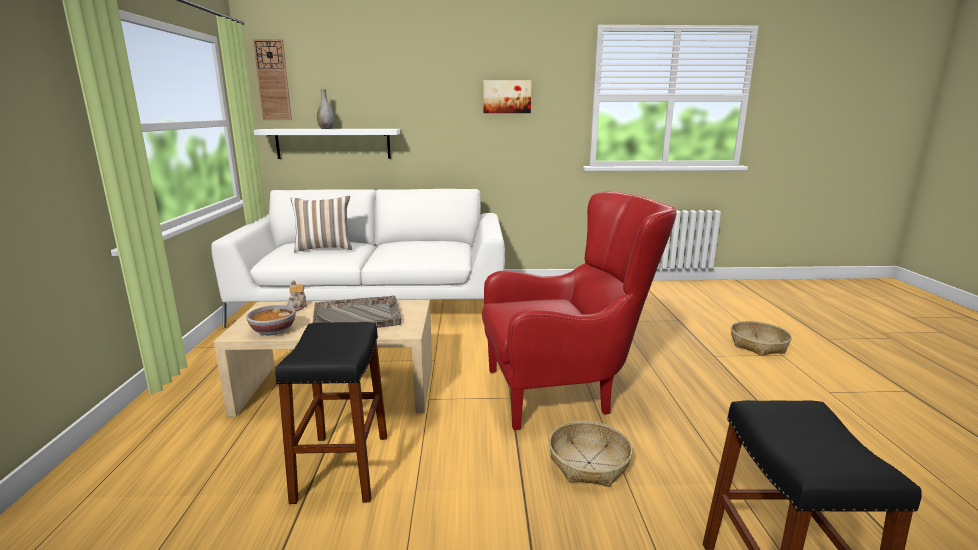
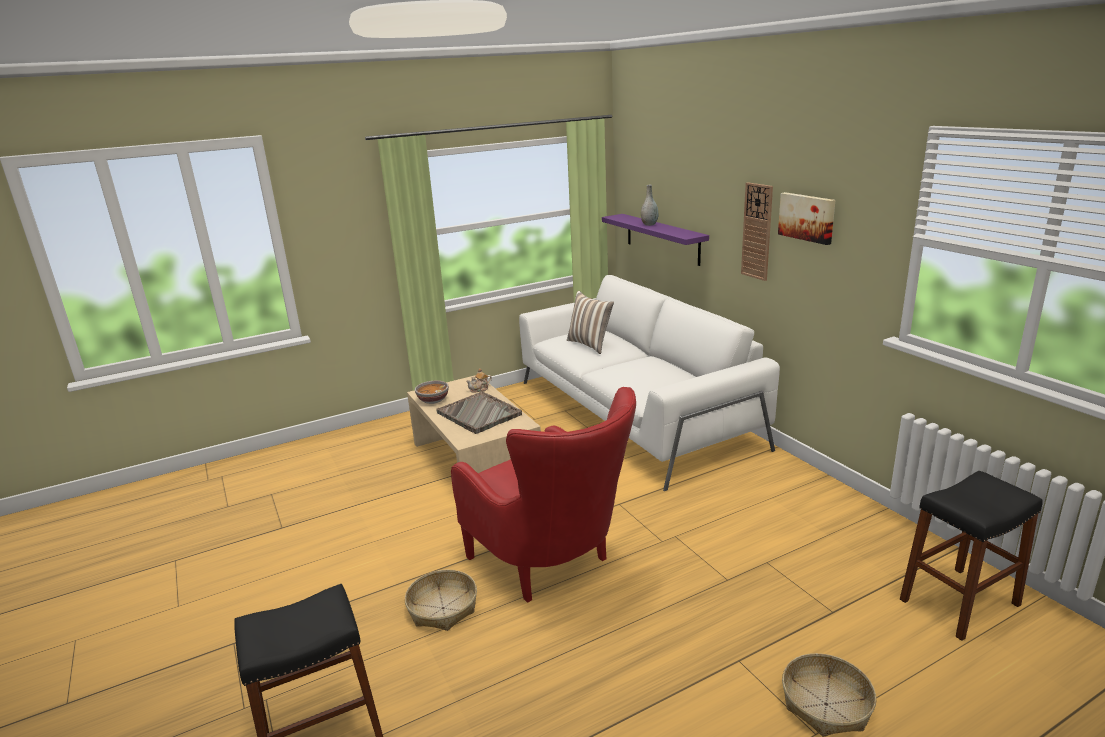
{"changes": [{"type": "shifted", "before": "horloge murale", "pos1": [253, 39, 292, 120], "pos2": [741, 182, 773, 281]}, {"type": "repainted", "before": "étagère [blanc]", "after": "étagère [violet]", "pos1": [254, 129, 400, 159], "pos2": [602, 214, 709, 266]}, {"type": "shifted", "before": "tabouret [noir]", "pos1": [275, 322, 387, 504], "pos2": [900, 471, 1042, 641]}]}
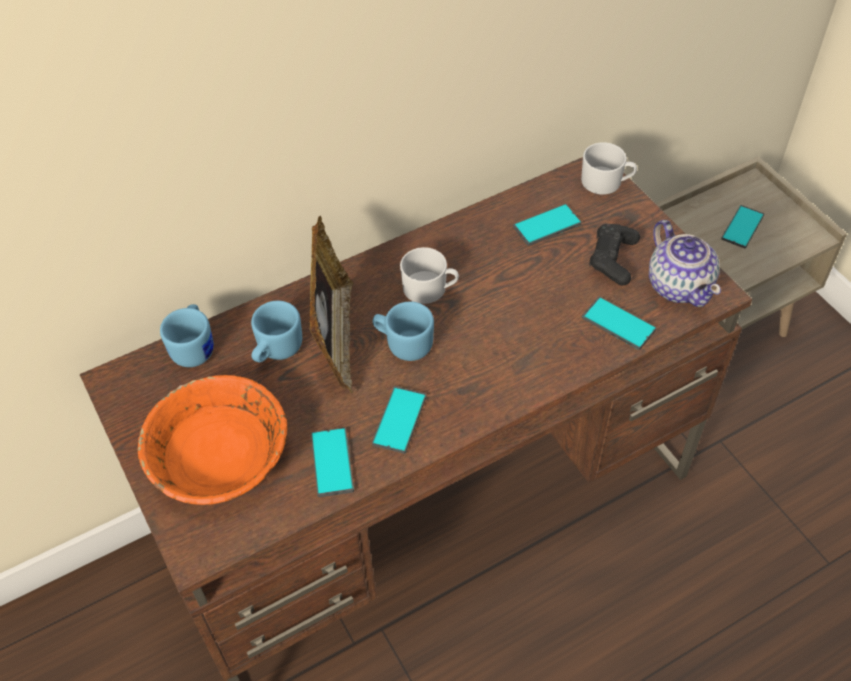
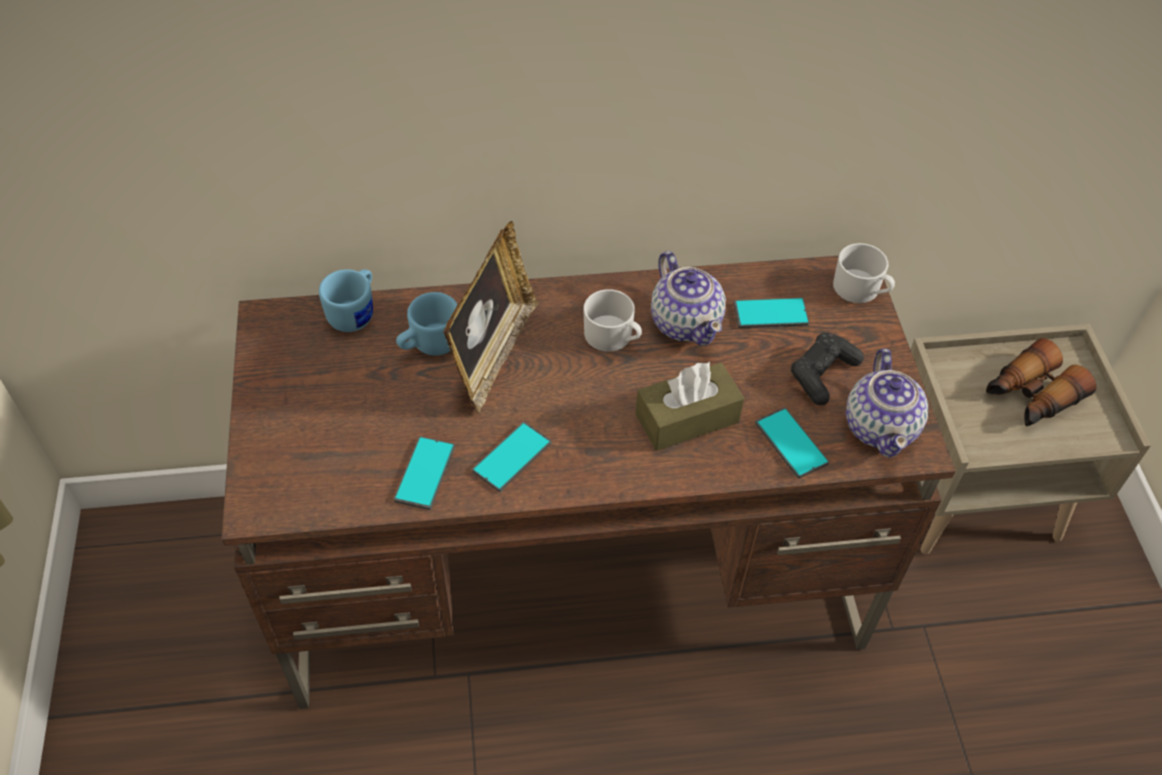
{"changes": [{"type": "swapped", "before": "téléphone", "after": "jumelles", "pos1": [721, 205, 764, 248], "pos2": [986, 338, 1096, 426]}, {"type": "gone", "before": "mug [bleu]", "pos1": [373, 302, 434, 361]}, {"type": "gone", "before": "bol [orange]", "pos1": [137, 375, 287, 505]}, {"type": "new", "after": "théière", "pos2": [651, 251, 726, 346]}, {"type": "new", "after": "boîte à mouchoirs [marron]", "pos2": [635, 361, 744, 451]}]}
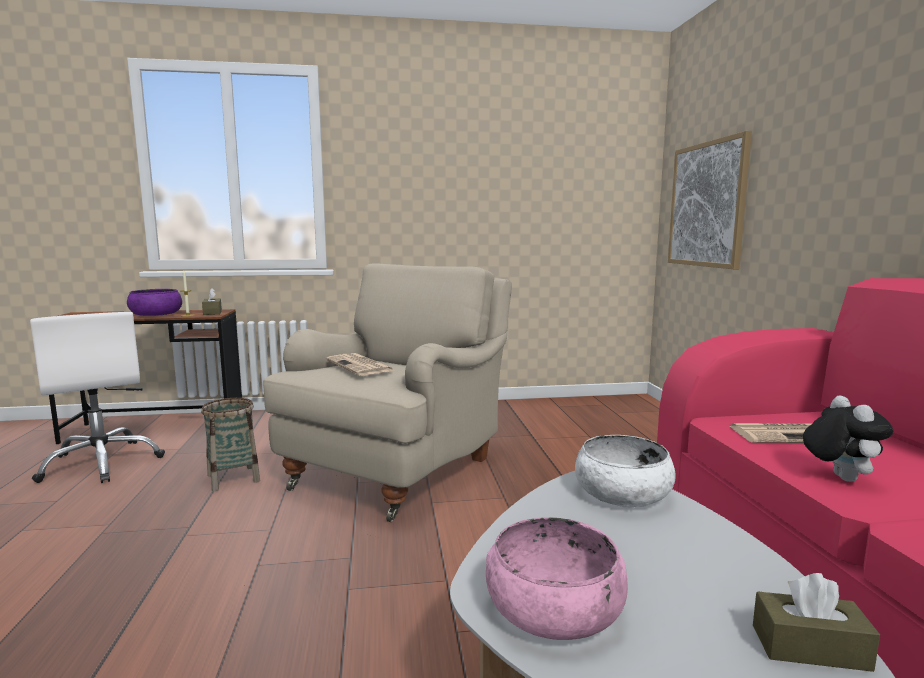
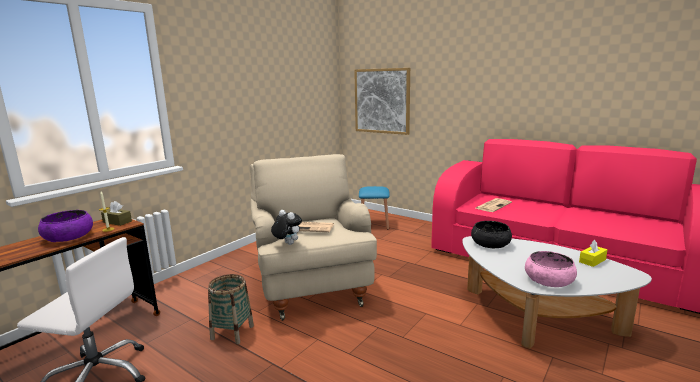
{"changes": [{"type": "shifted", "before": "peluche", "pos1": [803, 395, 893, 482], "pos2": [271, 210, 302, 245]}, {"type": "repainted", "before": "bol [blanc]", "after": "bol [noir]", "pos1": [575, 435, 676, 508], "pos2": [471, 221, 512, 248]}, {"type": "repainted", "before": "boîte à mouchoirs [marron]", "after": "boîte à mouchoirs [jaune]", "pos1": [753, 573, 880, 672], "pos2": [579, 240, 607, 267]}, {"type": "new", "after": "tabouret [bleu]", "pos2": [359, 186, 390, 229]}]}
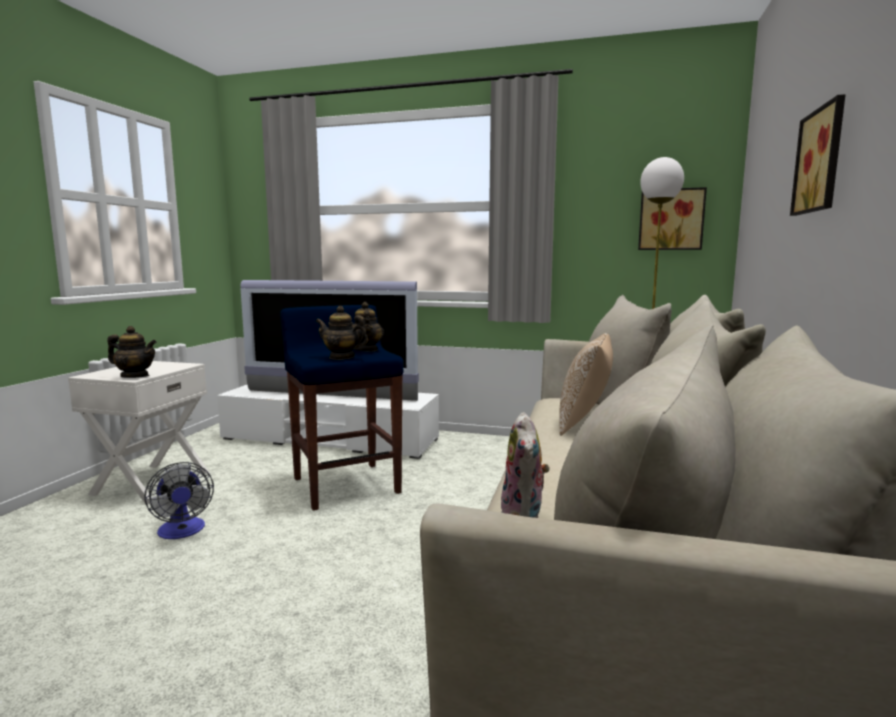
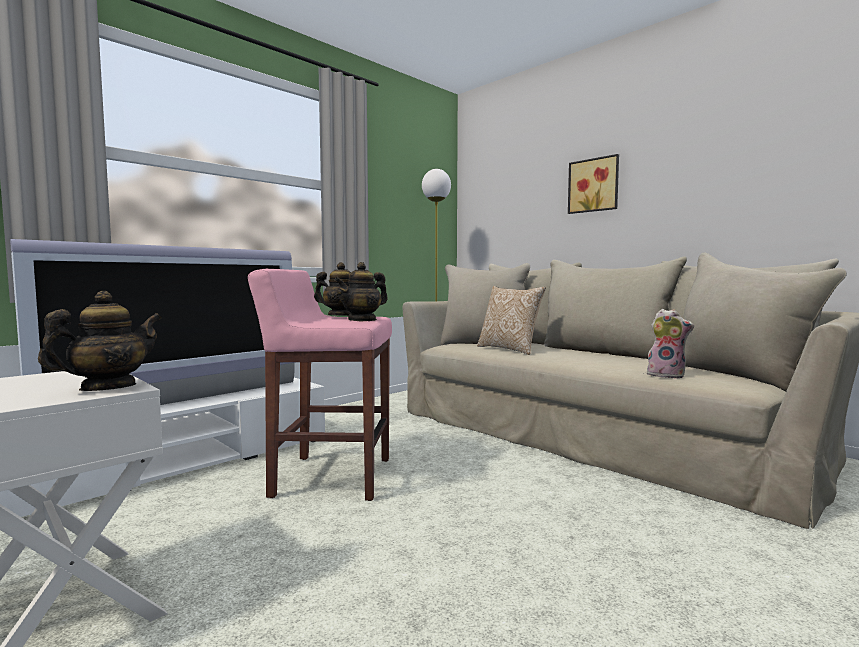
{"changes": [{"type": "gone", "before": "tableau", "pos1": [638, 187, 707, 250]}, {"type": "repainted", "before": "tabouret [bleu]", "after": "tabouret [rose]", "pos1": [280, 305, 404, 511], "pos2": [248, 269, 392, 501]}, {"type": "gone", "before": "ventilateur", "pos1": [145, 462, 214, 539]}]}
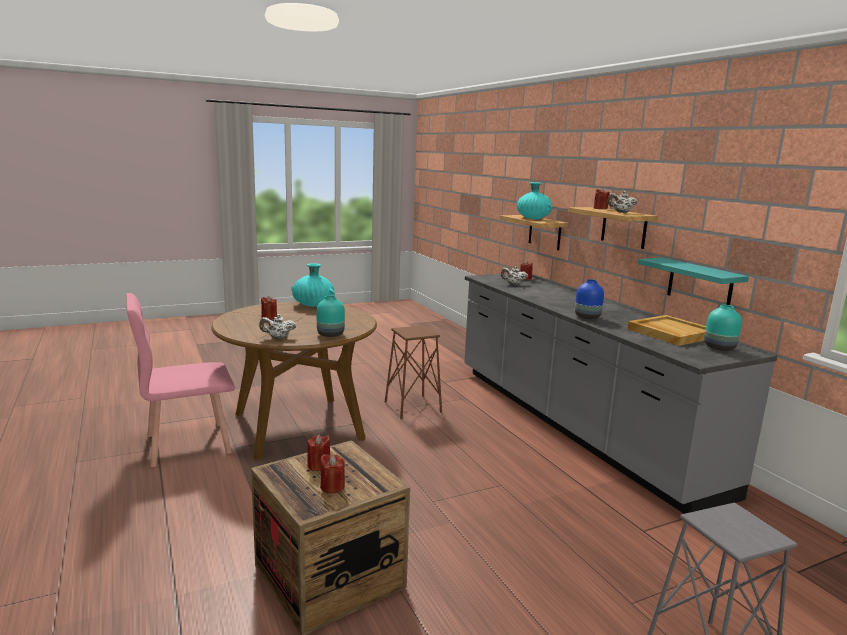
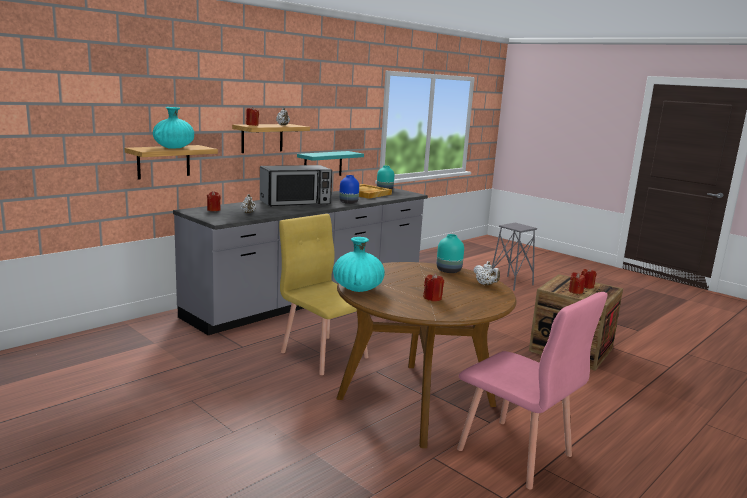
{"changes": [{"type": "swapped", "before": "tabouret [marron]", "after": "chaise [jaune]", "pos1": [385, 325, 442, 419], "pos2": [279, 214, 369, 375]}, {"type": "new", "after": "micro-ondes", "pos2": [260, 165, 332, 207]}]}
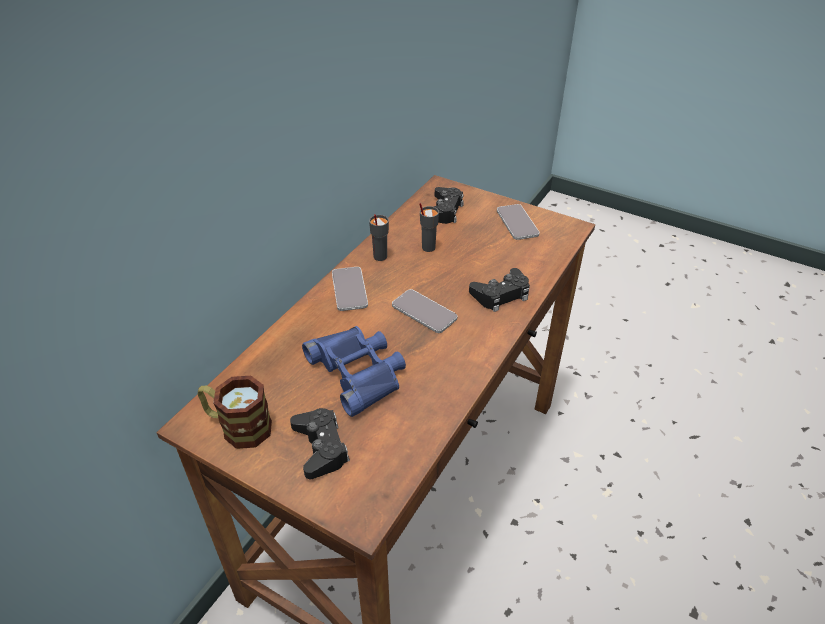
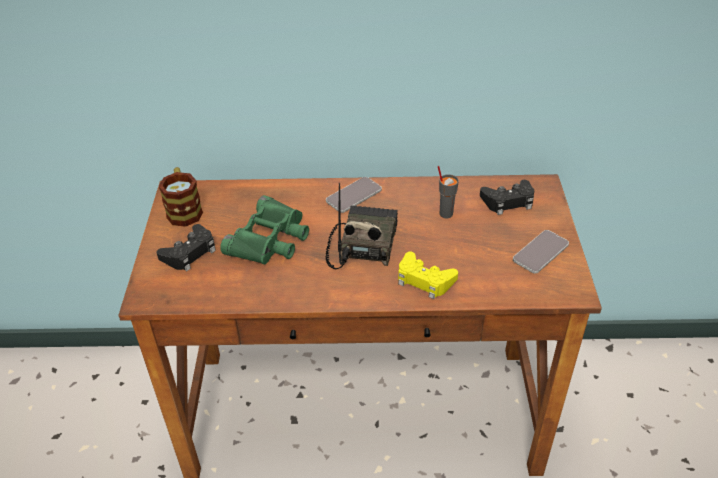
{"changes": [{"type": "gone", "before": "tasse [gris]", "pos1": [369, 214, 389, 261]}, {"type": "repainted", "before": "manette [noir]", "after": "manette [jaune]", "pos1": [469, 268, 530, 312], "pos2": [398, 252, 458, 299]}, {"type": "swapped", "before": "téléphone", "after": "radio", "pos1": [392, 289, 457, 333], "pos2": [326, 183, 398, 269]}, {"type": "repainted", "before": "jumelles [bleu]", "after": "jumelles [vert]", "pos1": [302, 326, 406, 417], "pos2": [220, 195, 309, 264]}]}
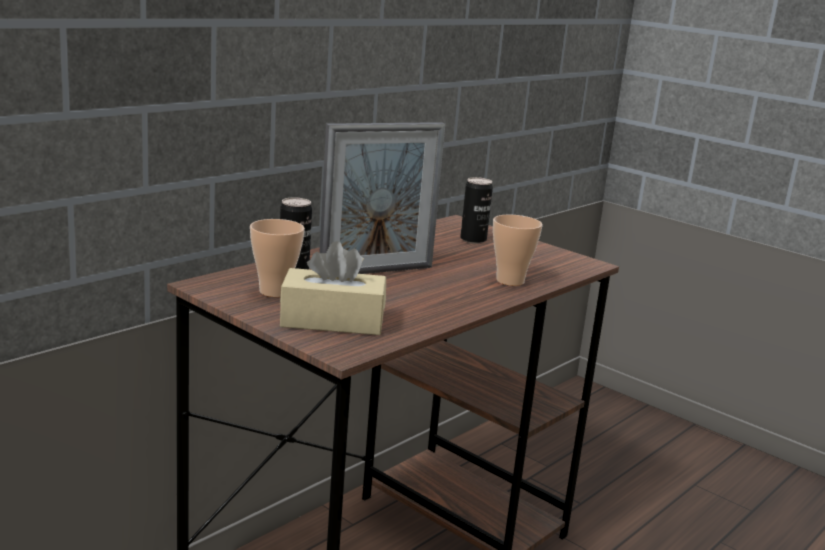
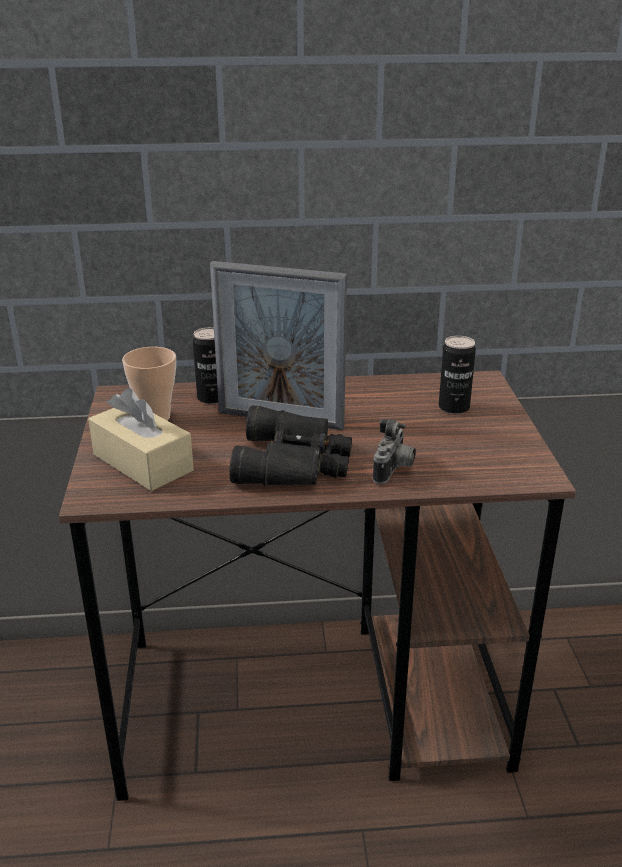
{"changes": [{"type": "swapped", "before": "tasse", "after": "appareil photo", "pos1": [493, 215, 543, 286], "pos2": [373, 419, 416, 484]}, {"type": "new", "after": "jumelles [noir]", "pos2": [229, 405, 352, 485]}]}
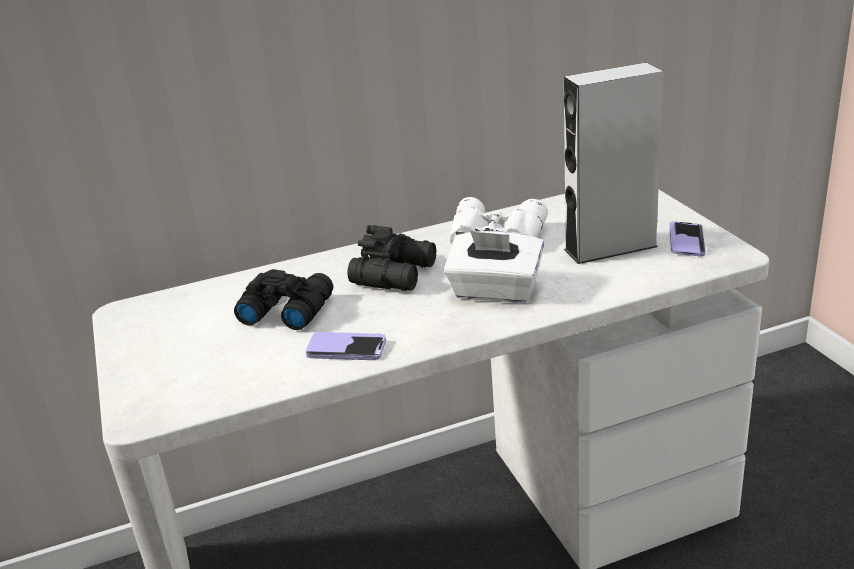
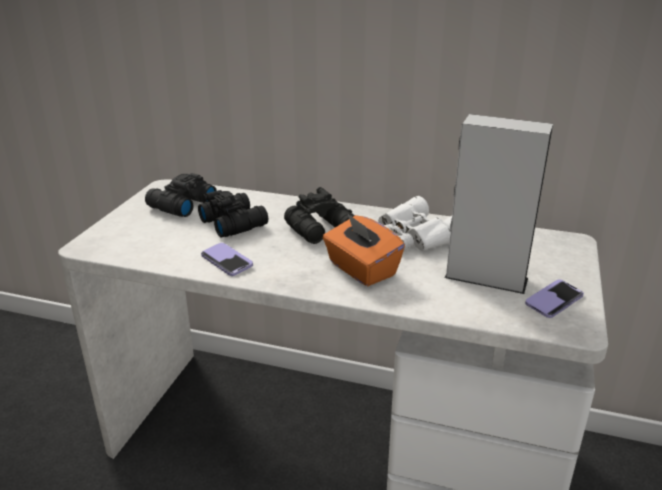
{"changes": [{"type": "repainted", "before": "boîte à mouchoirs [blanc]", "after": "boîte à mouchoirs [orange]", "pos1": [444, 231, 544, 303], "pos2": [323, 213, 405, 286]}, {"type": "new", "after": "jumelles [noir]", "pos2": [145, 173, 217, 217]}]}
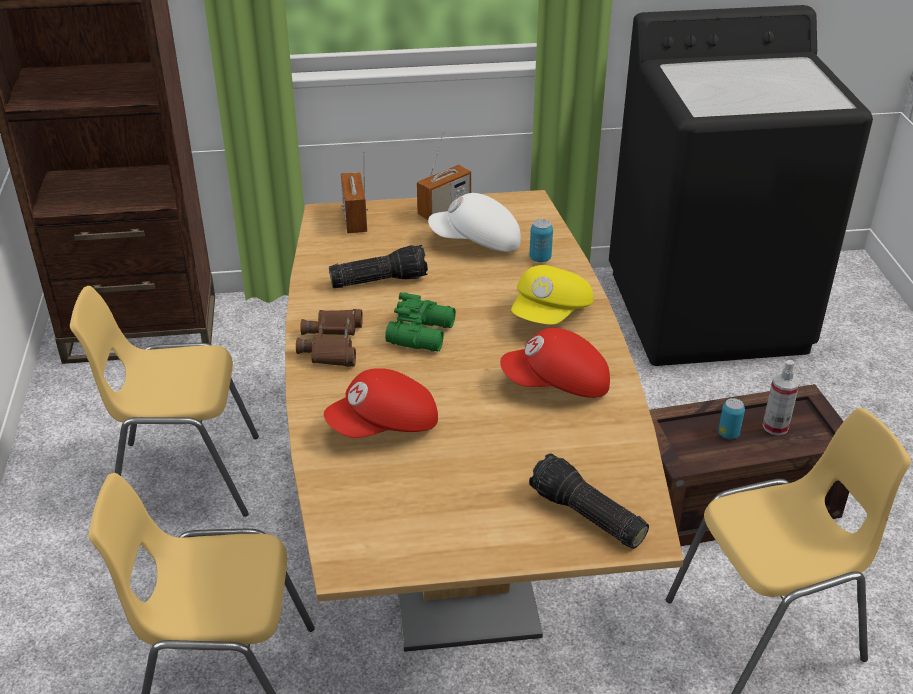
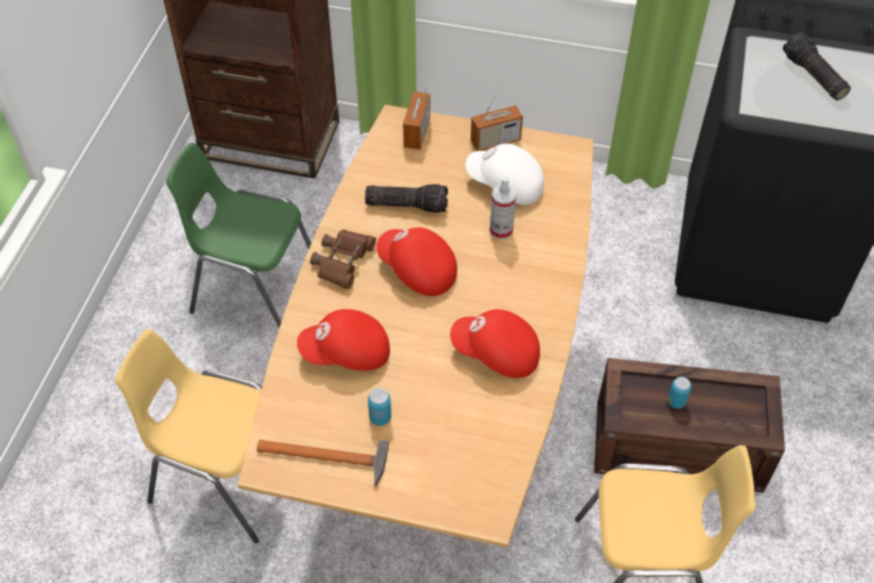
{"changes": [{"type": "shifted", "before": "boîte métallique", "pos1": [529, 219, 553, 262], "pos2": [368, 388, 391, 426]}, {"type": "gone", "before": "casquette [jaune]", "pos1": [511, 265, 593, 325]}, {"type": "repainted", "before": "chaise [jaune]", "after": "chaise [vert]", "pos1": [70, 286, 259, 517], "pos2": [166, 143, 311, 328]}, {"type": "swapped", "before": "jumelles [vert]", "after": "casquette [rouge]", "pos1": [385, 292, 456, 352], "pos2": [377, 227, 457, 296]}, {"type": "shifted", "before": "vaporisateur", "pos1": [763, 360, 800, 436], "pos2": [490, 176, 516, 240]}, {"type": "shifted", "before": "lampe de poche", "pos1": [529, 453, 649, 549], "pos2": [783, 32, 851, 100]}, {"type": "new", "after": "marteau", "pos2": [257, 440, 389, 487]}]}
